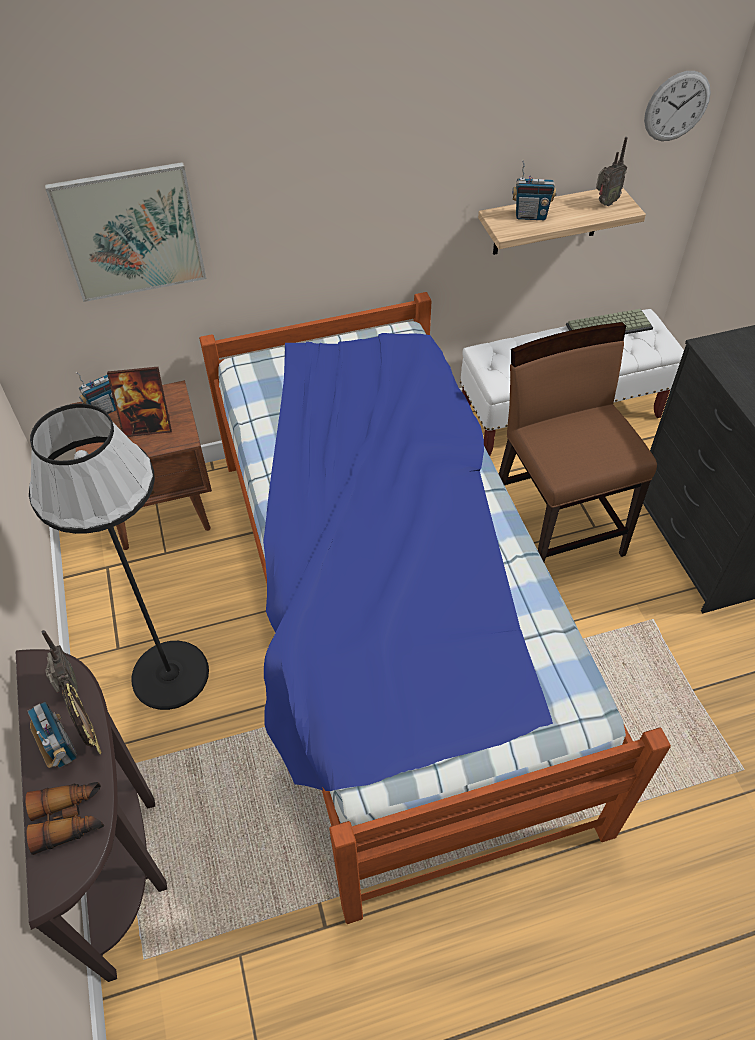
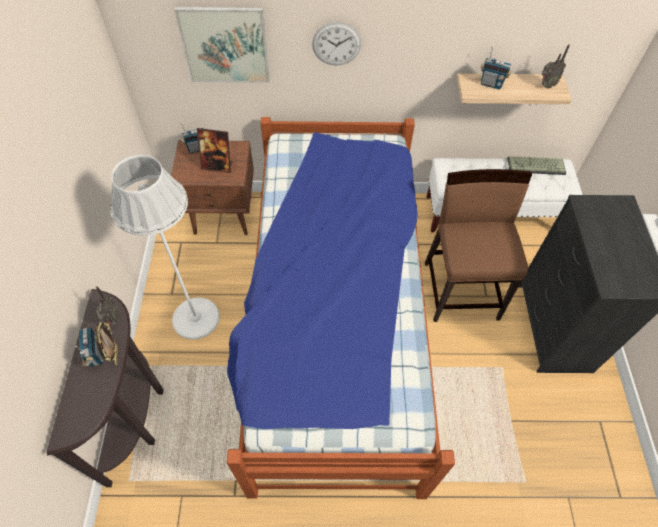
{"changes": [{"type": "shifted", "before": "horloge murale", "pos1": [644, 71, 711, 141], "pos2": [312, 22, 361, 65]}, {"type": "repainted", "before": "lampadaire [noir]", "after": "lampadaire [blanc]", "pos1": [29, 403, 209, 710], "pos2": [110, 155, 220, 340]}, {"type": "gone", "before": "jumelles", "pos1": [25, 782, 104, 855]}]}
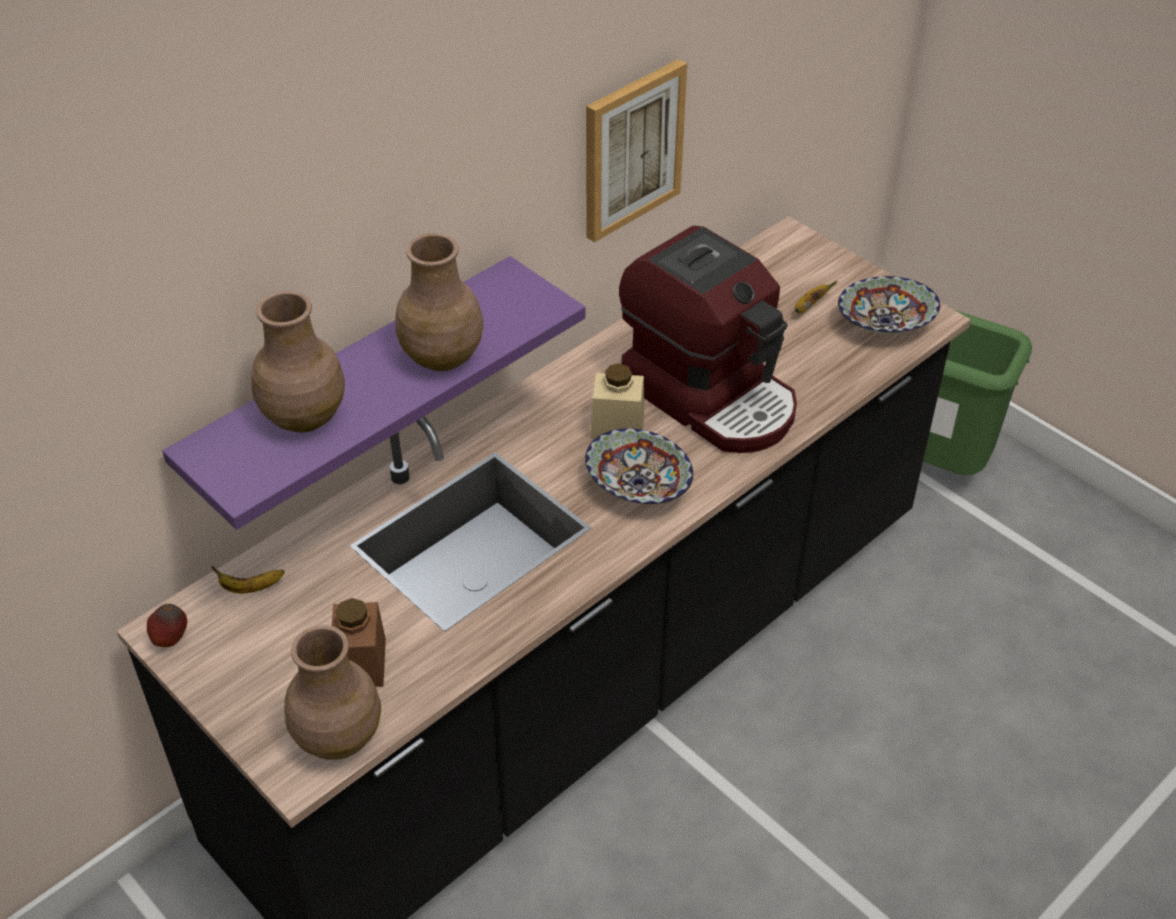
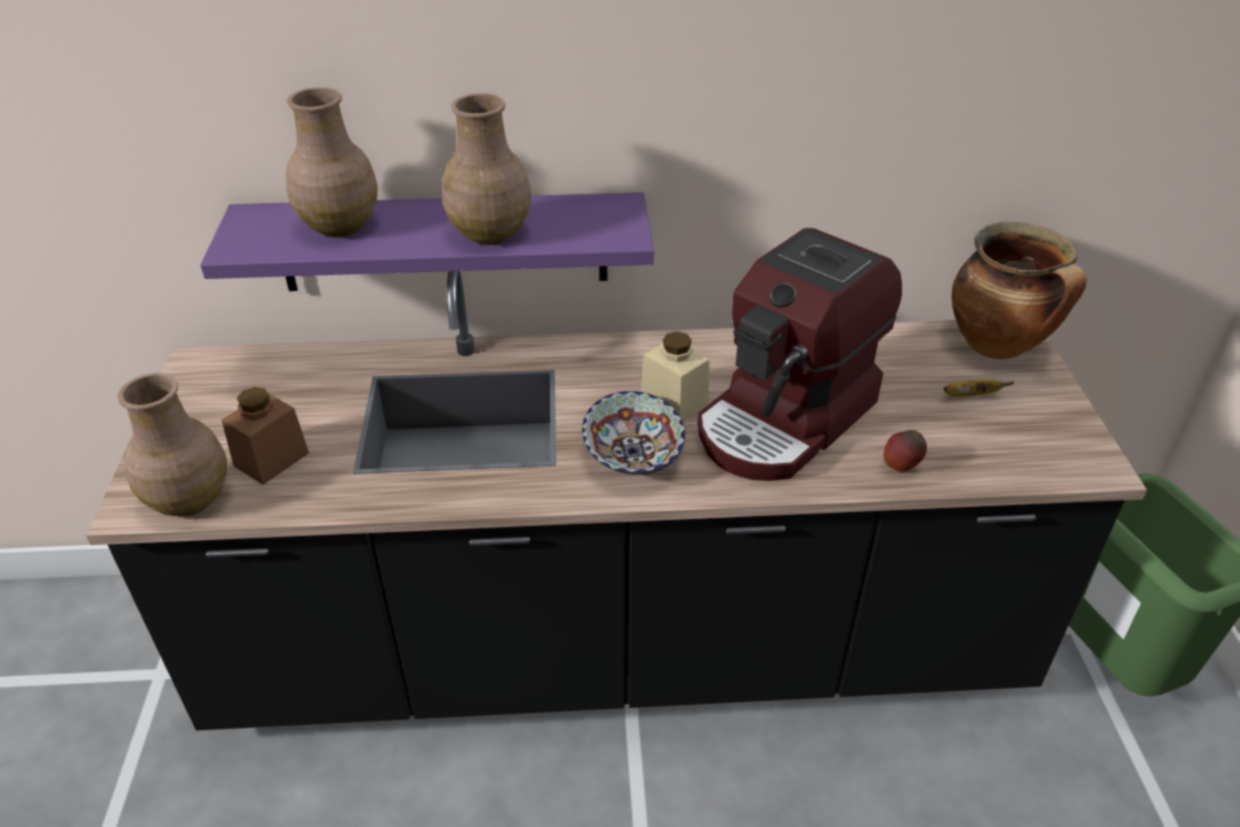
{"changes": [{"type": "gone", "before": "tableau", "pos1": [586, 59, 687, 242]}, {"type": "rotated", "before": "machine à café", "pos1": [619, 225, 797, 453], "pos2": [698, 228, 902, 481], "turn": 45}, {"type": "gone", "before": "bol", "pos1": [838, 276, 940, 334]}, {"type": "gone", "before": "banane", "pos1": [211, 566, 284, 593]}, {"type": "shifted", "before": "pomme", "pos1": [147, 604, 187, 647], "pos2": [884, 430, 927, 472]}, {"type": "new", "after": "marmite", "pos2": [952, 222, 1087, 359]}]}
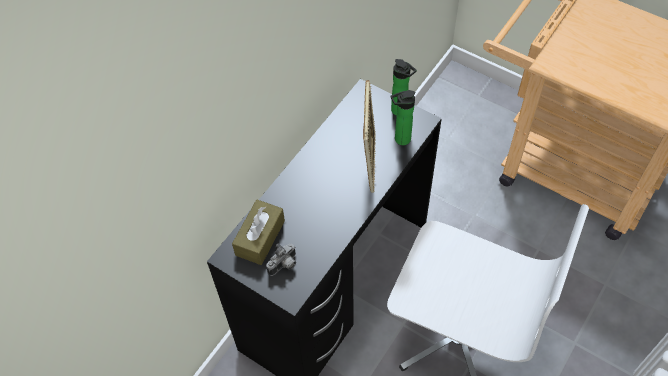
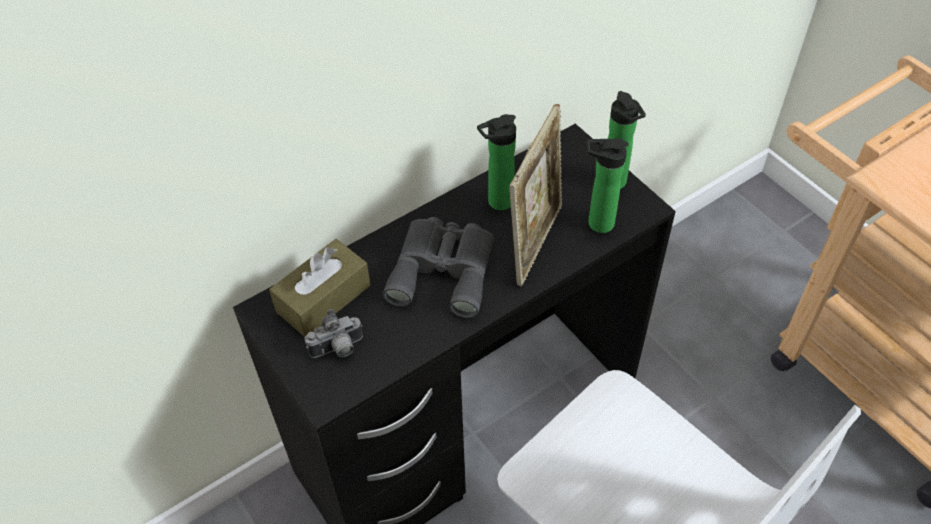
{"changes": [{"type": "new", "after": "bouteille", "pos2": [477, 114, 516, 210]}, {"type": "new", "after": "jumelles [gris]", "pos2": [383, 217, 494, 318]}]}
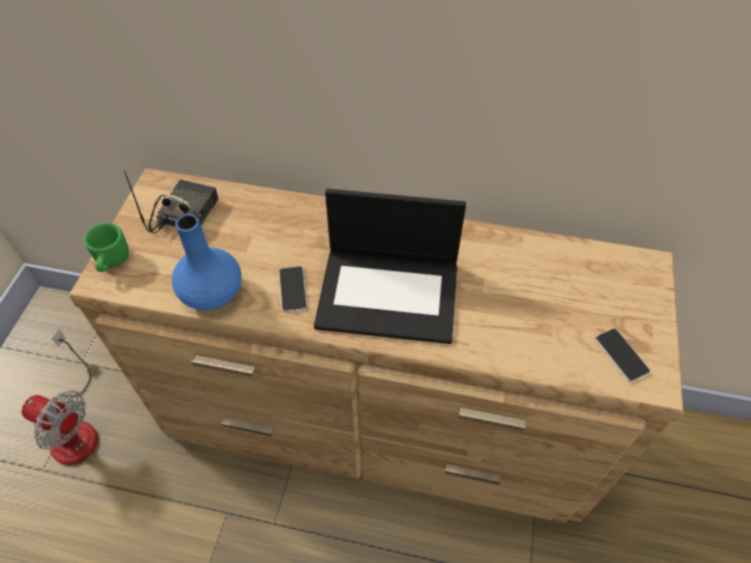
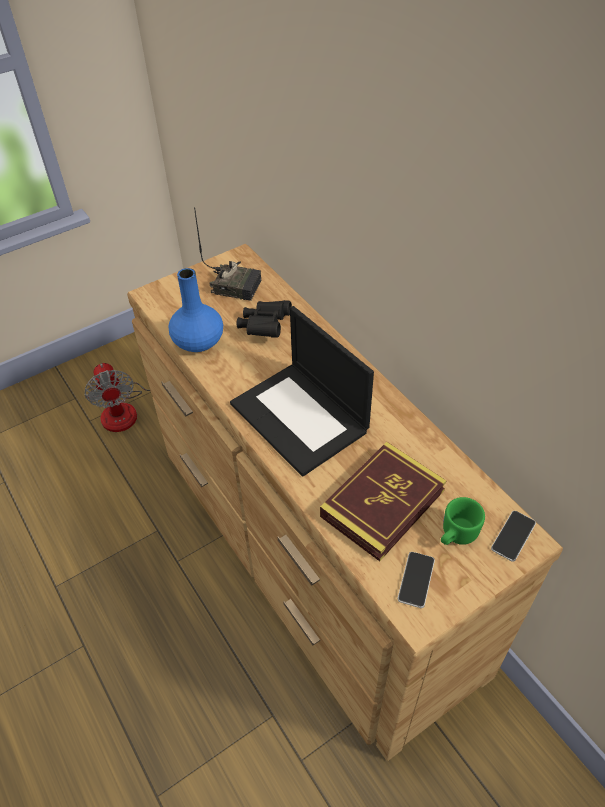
{"changes": [{"type": "rotated", "before": "radio", "pos1": [124, 171, 219, 233], "pos2": [194, 207, 261, 301], "turn": 45}, {"type": "shifted", "before": "mug [vert]", "pos1": [84, 223, 129, 272], "pos2": [441, 497, 485, 545]}, {"type": "shifted", "before": "téléphone", "pos1": [279, 266, 308, 312], "pos2": [491, 511, 536, 562]}, {"type": "new", "after": "jumelles [noir]", "pos2": [236, 300, 292, 338]}, {"type": "new", "after": "livre", "pos2": [320, 442, 446, 561]}]}
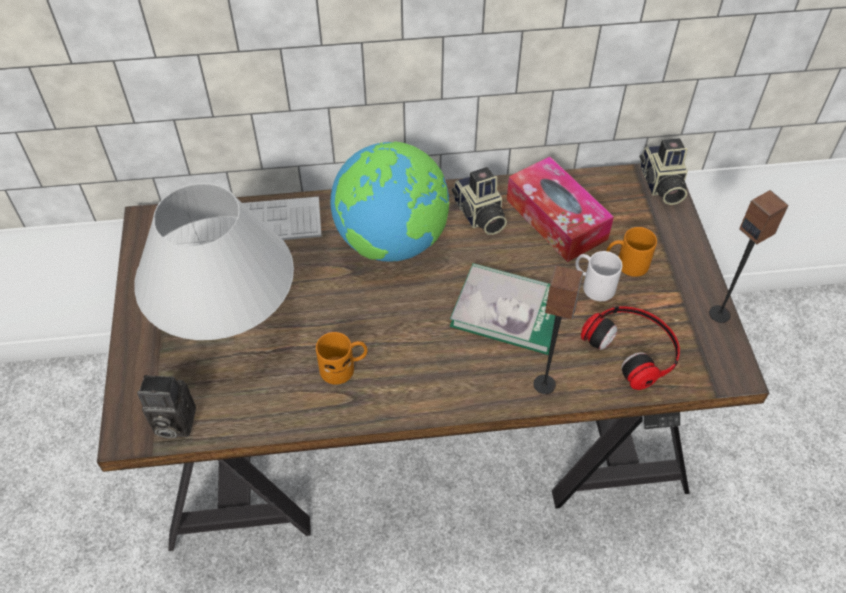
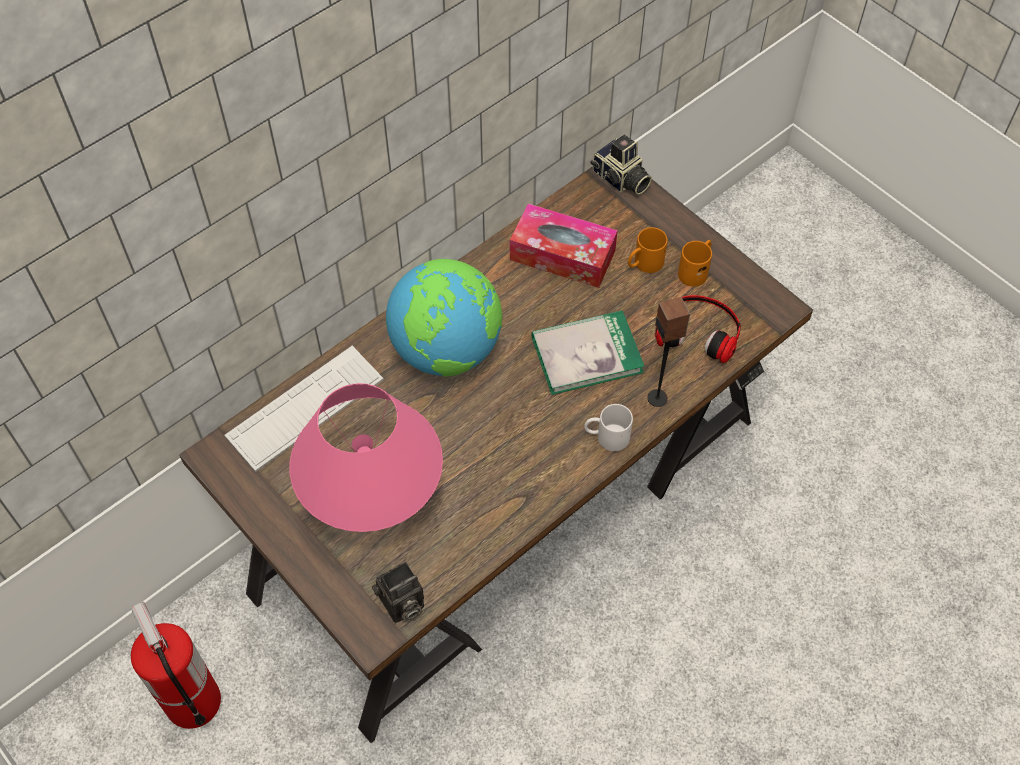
{"changes": [{"type": "gone", "before": "appareil photo", "pos1": [452, 167, 507, 235]}, {"type": "repainted", "before": "lampe de table [blanc]", "after": "lampe de table [rose]", "pos1": [134, 183, 294, 340], "pos2": [289, 383, 443, 532]}, {"type": "gone", "before": "enceinte", "pos1": [709, 190, 789, 323]}, {"type": "shifted", "before": "mug [blanc]", "pos1": [575, 251, 622, 301], "pos2": [584, 404, 633, 451]}, {"type": "shifted", "before": "mug [orange]", "pos1": [316, 332, 368, 385], "pos2": [678, 240, 712, 287]}, {"type": "new", "after": "extincteur", "pos2": [131, 602, 221, 729]}]}
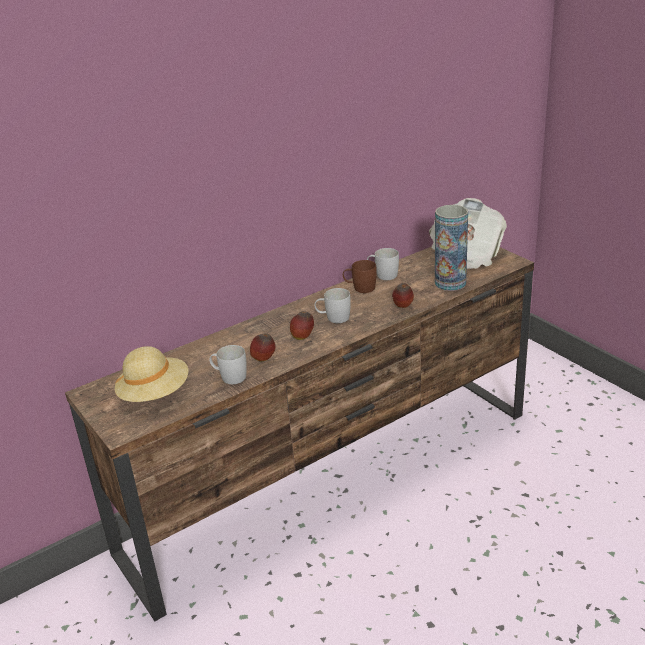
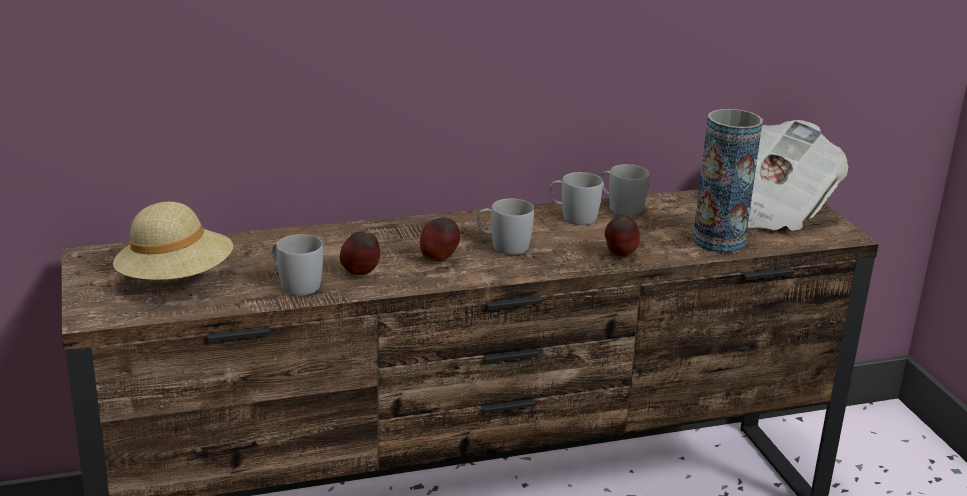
{"changes": [{"type": "repainted", "before": "mug [marron]", "after": "mug [blanc]", "pos1": [343, 260, 377, 293], "pos2": [549, 172, 603, 225]}]}
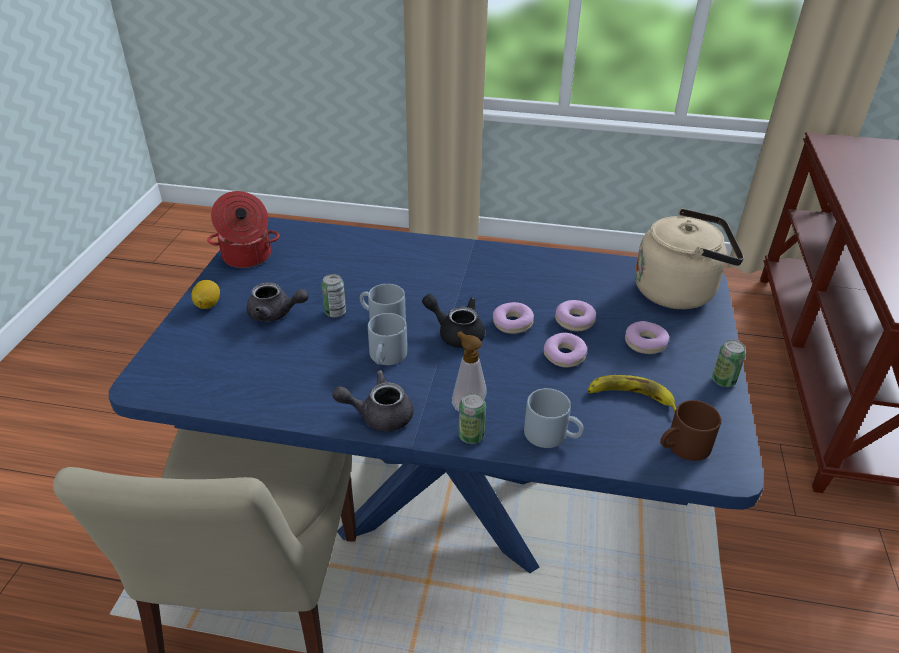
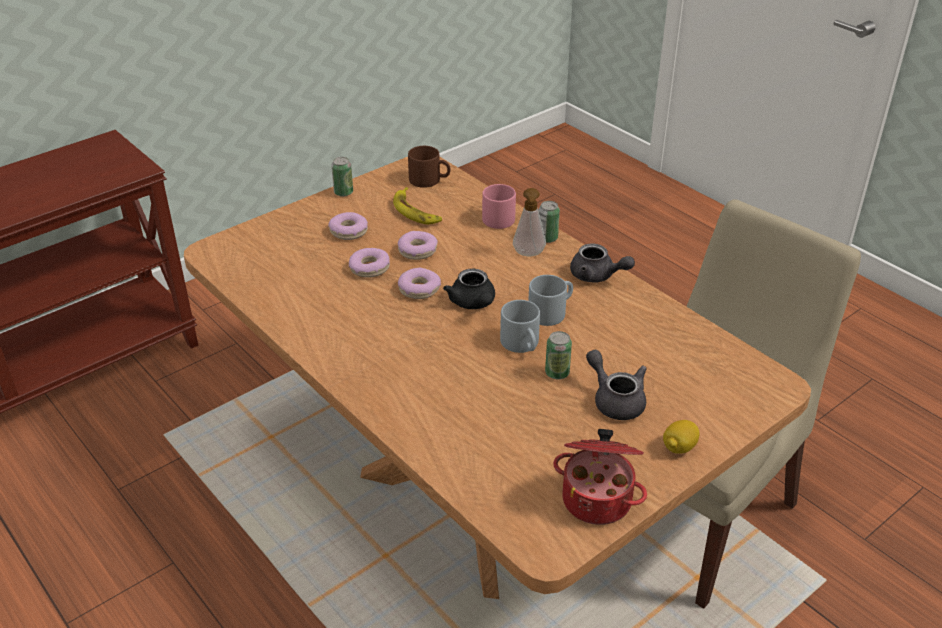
{"changes": [{"type": "gone", "before": "bouilloire [beige]", "pos1": [635, 208, 744, 309]}, {"type": "repainted", "before": "table à manger [bleu]", "after": "table à manger [marron]", "pos1": [109, 217, 764, 573], "pos2": [184, 157, 811, 599]}, {"type": "repainted", "before": "mug [gris]", "after": "mug [rose]", "pos1": [524, 388, 584, 448], "pos2": [482, 184, 516, 229]}]}
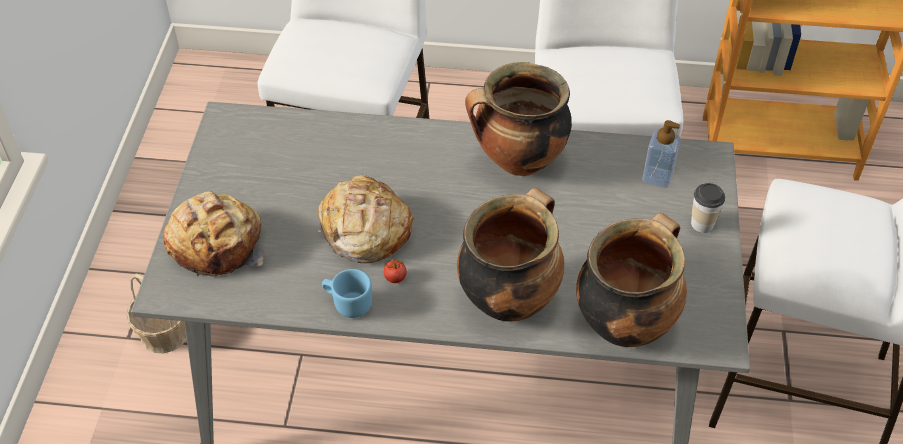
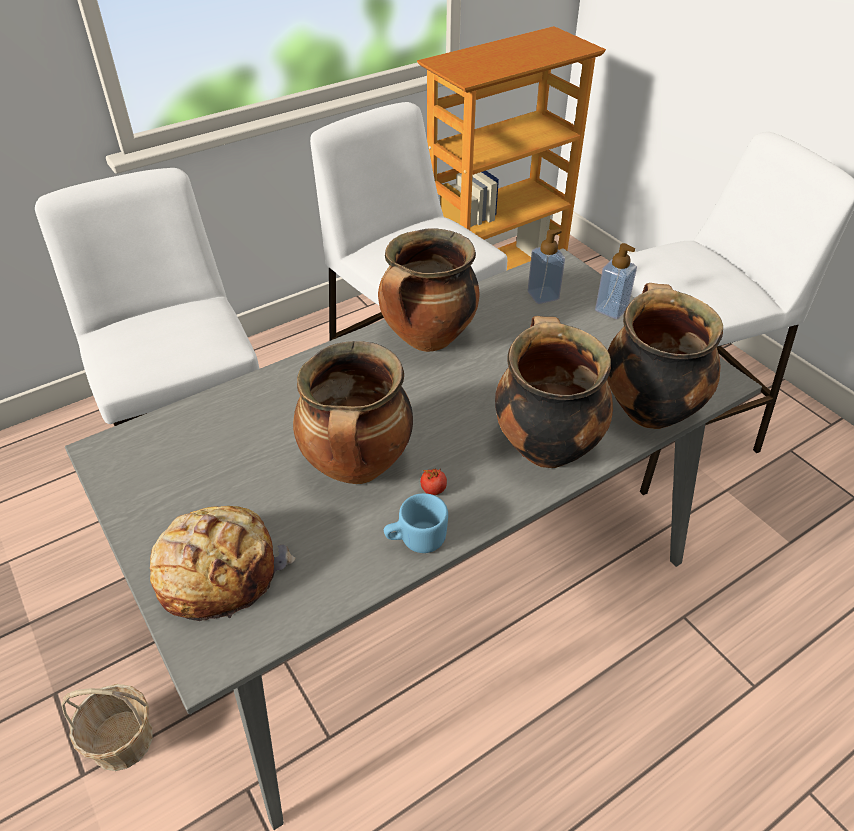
{"changes": [{"type": "swapped", "before": "pain", "after": "marmite", "pos1": [318, 175, 414, 263], "pos2": [293, 341, 413, 484]}, {"type": "swapped", "before": "tasse", "after": "distributeur de savon", "pos1": [691, 183, 725, 233], "pos2": [595, 243, 637, 319]}]}
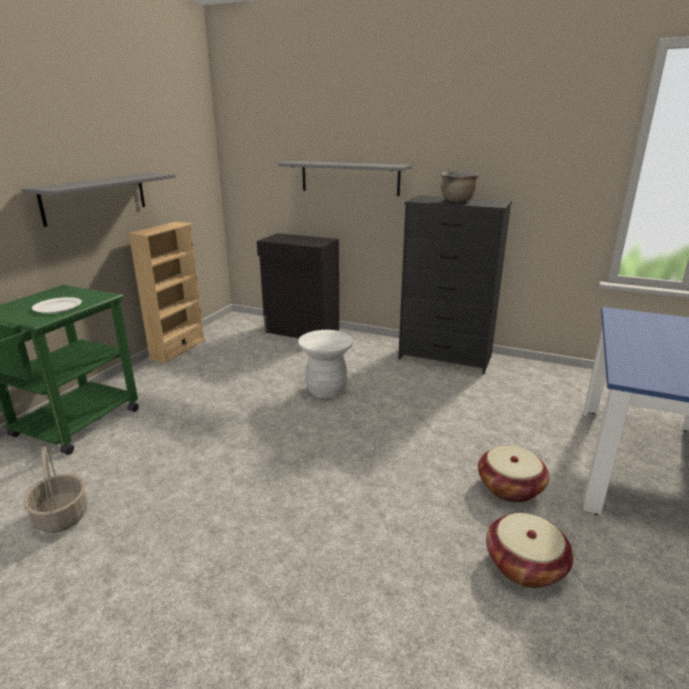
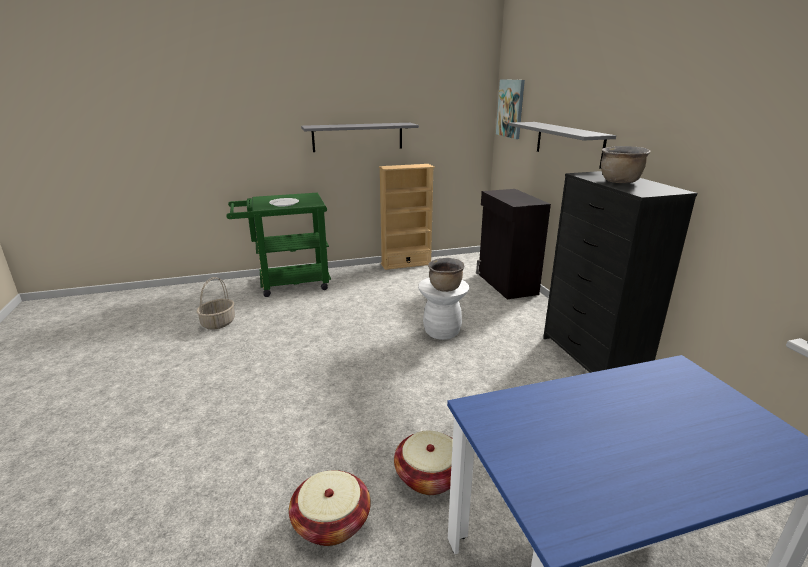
{"changes": [{"type": "new", "after": "tableau", "pos2": [496, 79, 525, 139]}, {"type": "new", "after": "marmite [marron]", "pos2": [428, 258, 465, 292]}]}
